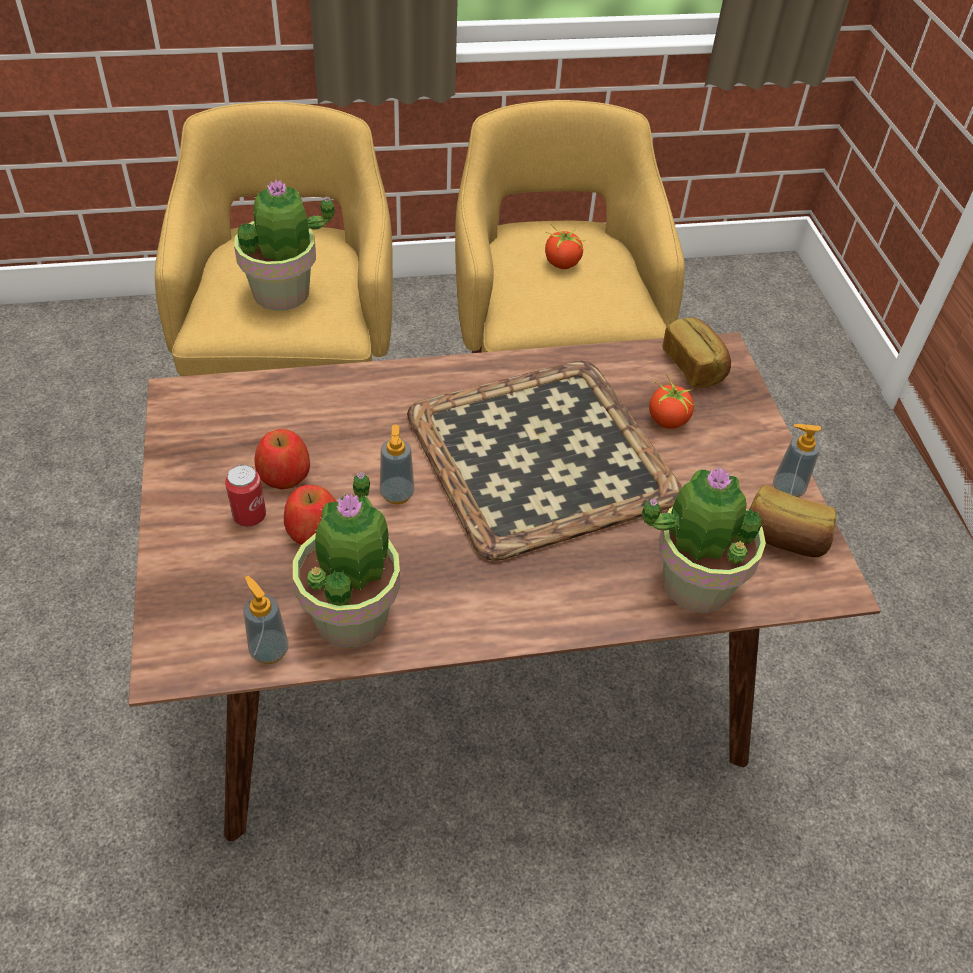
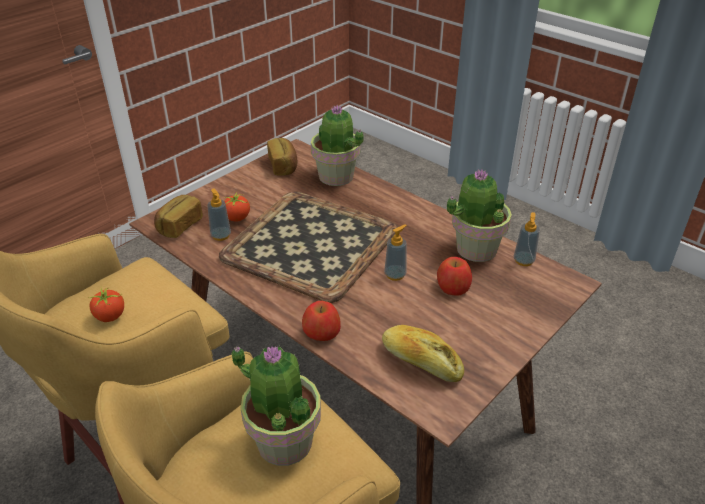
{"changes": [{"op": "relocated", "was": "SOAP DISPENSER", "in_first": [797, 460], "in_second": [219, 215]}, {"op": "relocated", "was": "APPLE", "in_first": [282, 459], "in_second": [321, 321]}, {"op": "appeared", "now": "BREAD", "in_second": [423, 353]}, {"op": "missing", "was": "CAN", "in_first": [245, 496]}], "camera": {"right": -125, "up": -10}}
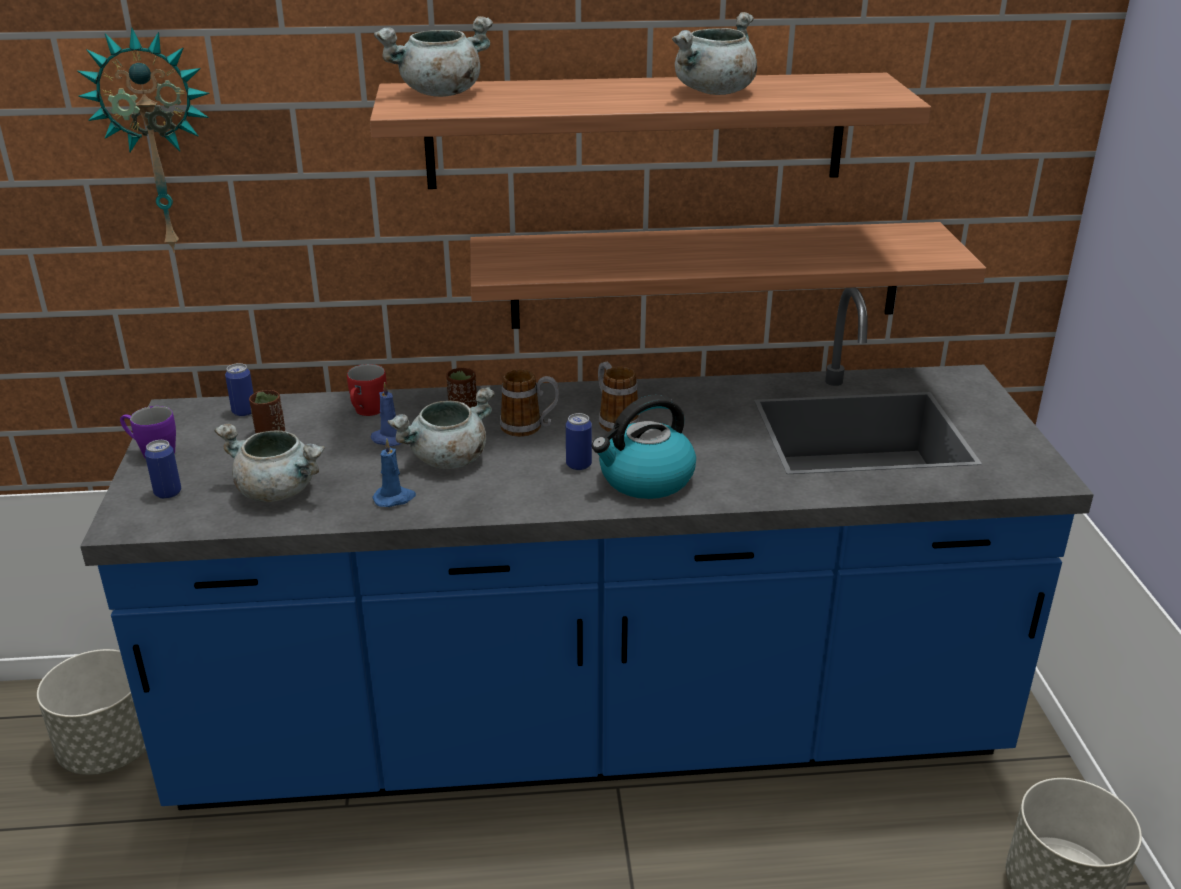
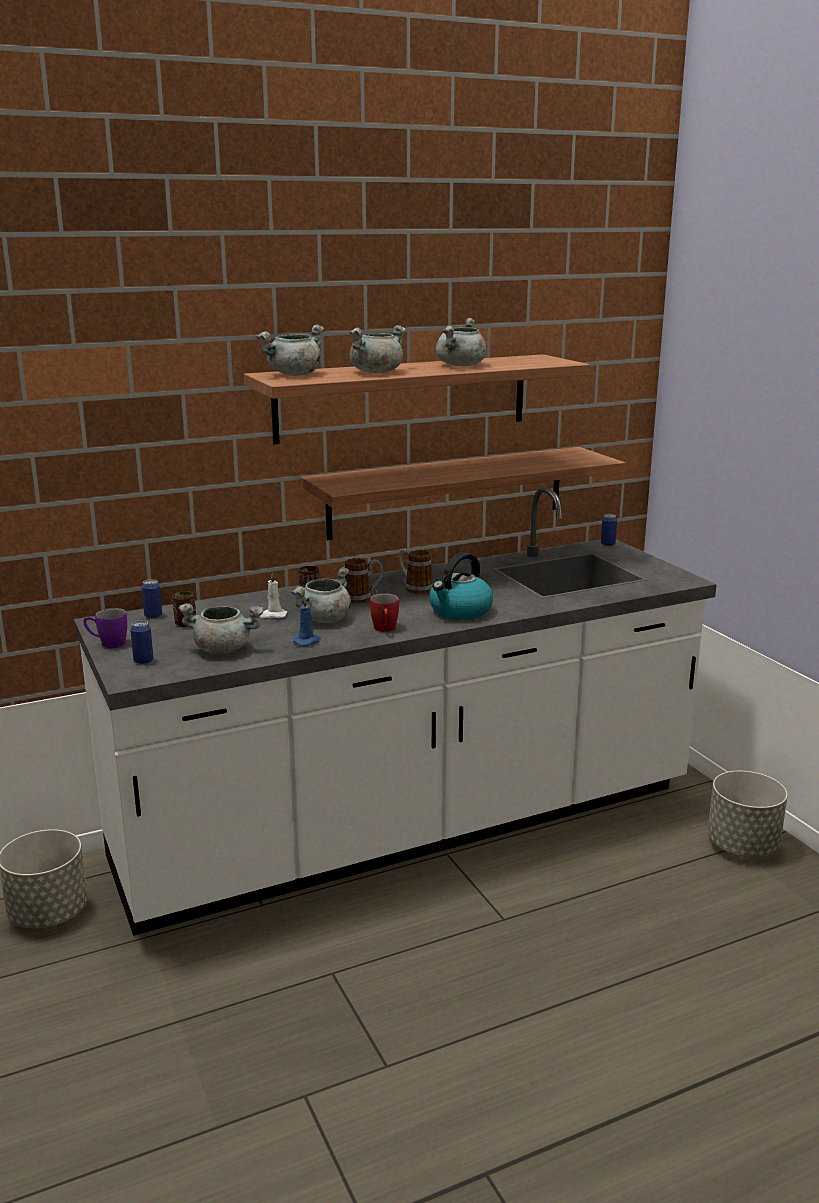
{"changes": [{"op": "colour", "was": "BLUE COUNTER", "now": "WHITE COUNTER", "in_first": [587, 548], "in_second": [395, 711]}, {"op": "colour", "was": "BLUE CANDLE", "now": "WHITE CANDLE", "in_first": [386, 414], "in_second": [273, 595]}, {"op": "appeared", "now": "GREY COOKING POT", "in_second": [378, 349]}, {"op": "relocated", "was": "RED MUG", "in_first": [367, 390], "in_second": [384, 612]}, {"op": "relocated", "was": "CAN", "in_first": [579, 442], "in_second": [609, 530]}, {"op": "missing", "was": "WALL CLOCK", "in_first": [143, 140]}], "camera": {"right": -20, "up": -10}}
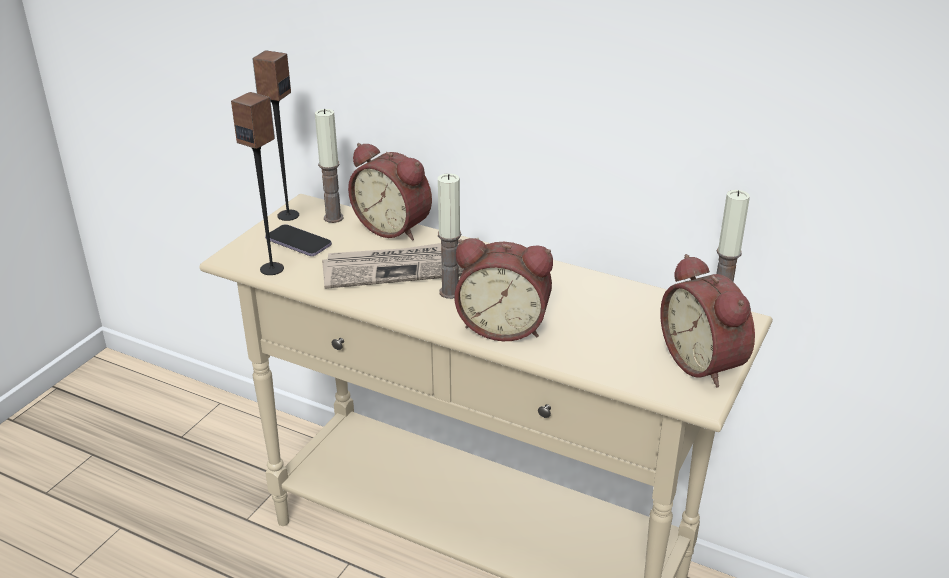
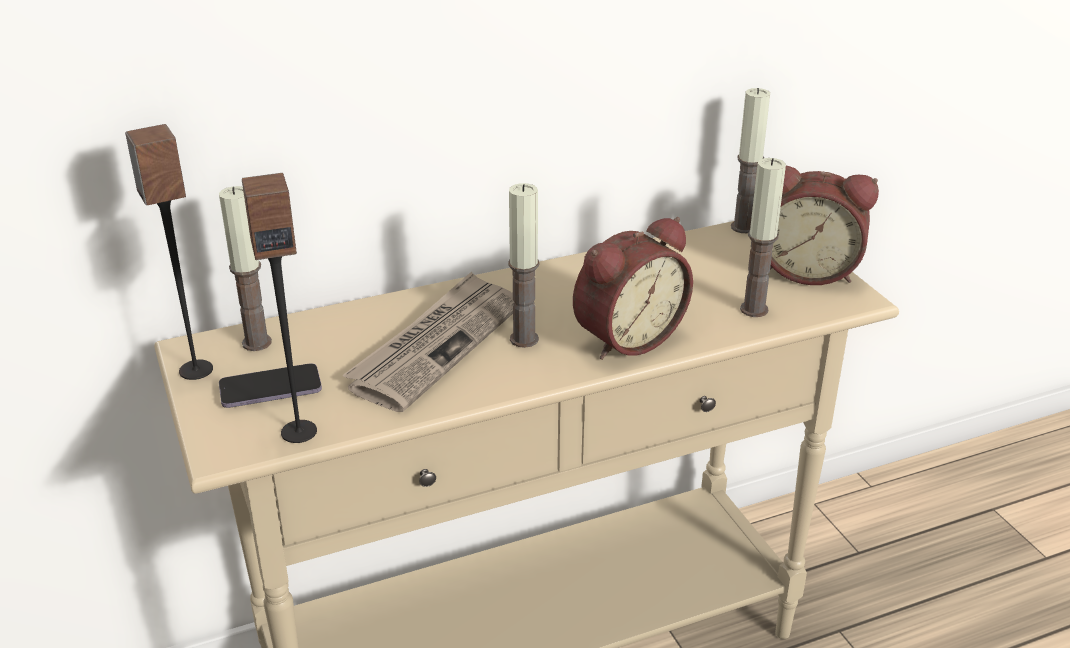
{"changes": [{"op": "appeared", "now": "CANDLE", "in_second": [763, 237]}, {"op": "missing", "was": "ALARM CLOCK", "in_first": [390, 192]}], "camera": {"right": -50, "up": 0}}
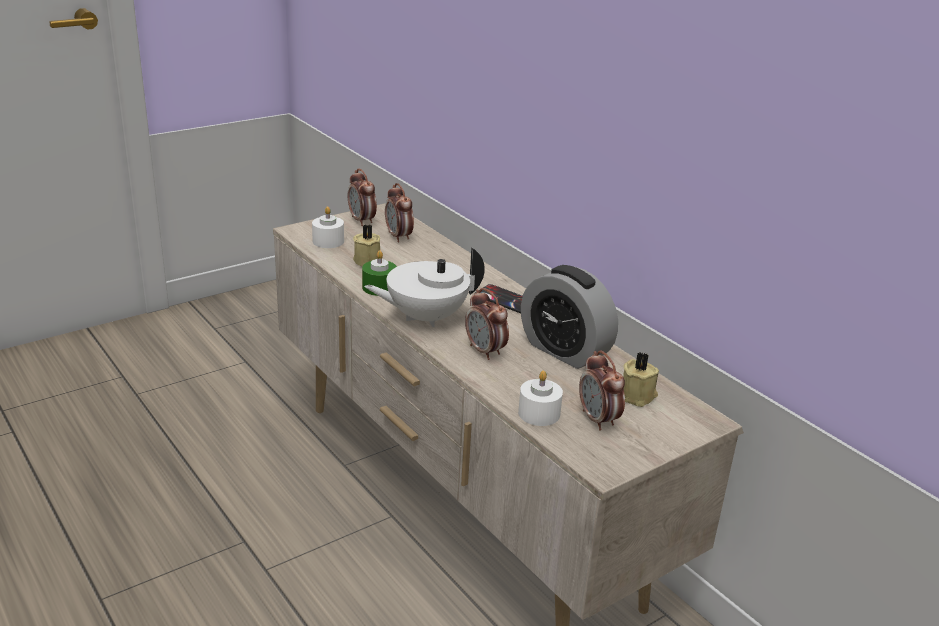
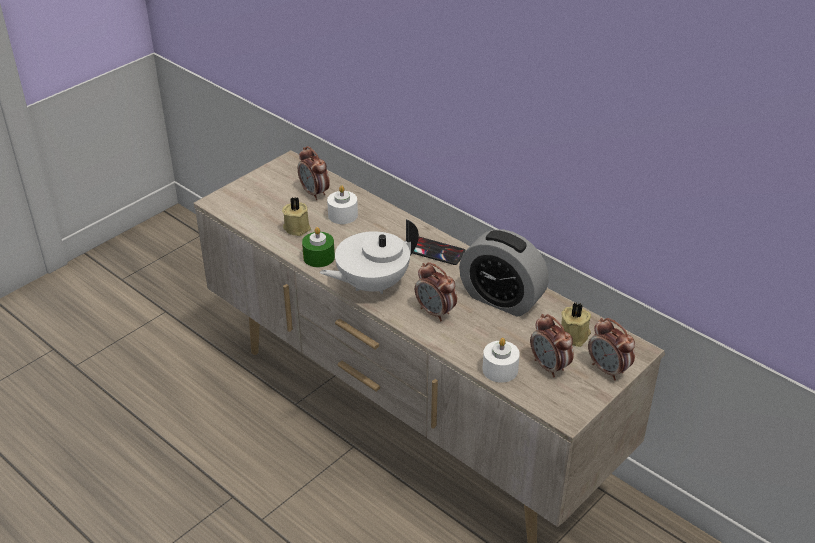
{"changes": [{"op": "relocated", "was": "WHITE CANDLE", "in_first": [328, 227], "in_second": [342, 204]}, {"op": "relocated", "was": "ALARM CLOCK", "in_first": [362, 197], "in_second": [611, 349]}], "camera": {"right": -10, "up": 10}}
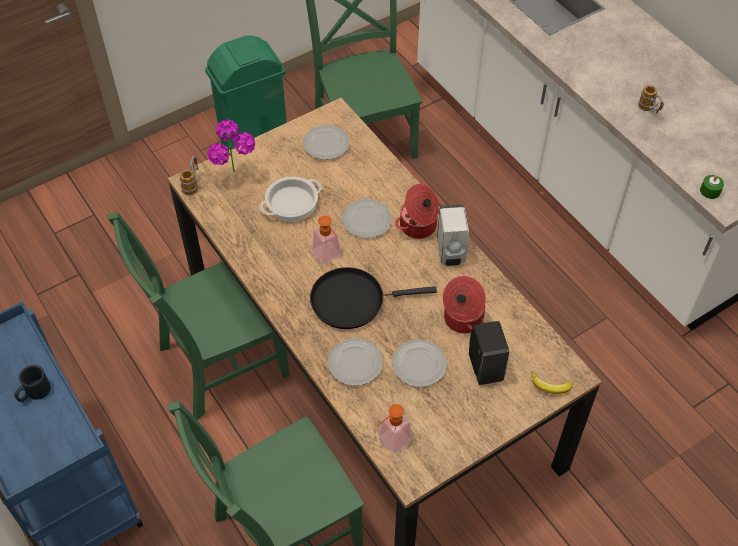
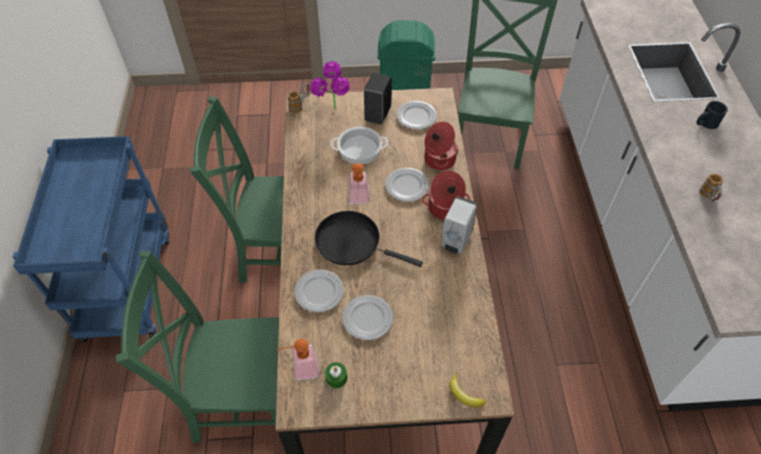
{"changes": [{"op": "relocated", "was": "GREEN CANDLE", "in_first": [712, 187], "in_second": [336, 375]}, {"op": "relocated", "was": "BLACK SOAP DISPENSER", "in_first": [489, 353], "in_second": [378, 98]}, {"op": "relocated", "was": "COOKING POT", "in_first": [464, 304], "in_second": [441, 146]}, {"op": "relocated", "was": "BLACK MUG", "in_first": [33, 383], "in_second": [712, 115]}], "camera": {"right": 30, "up": 0}}
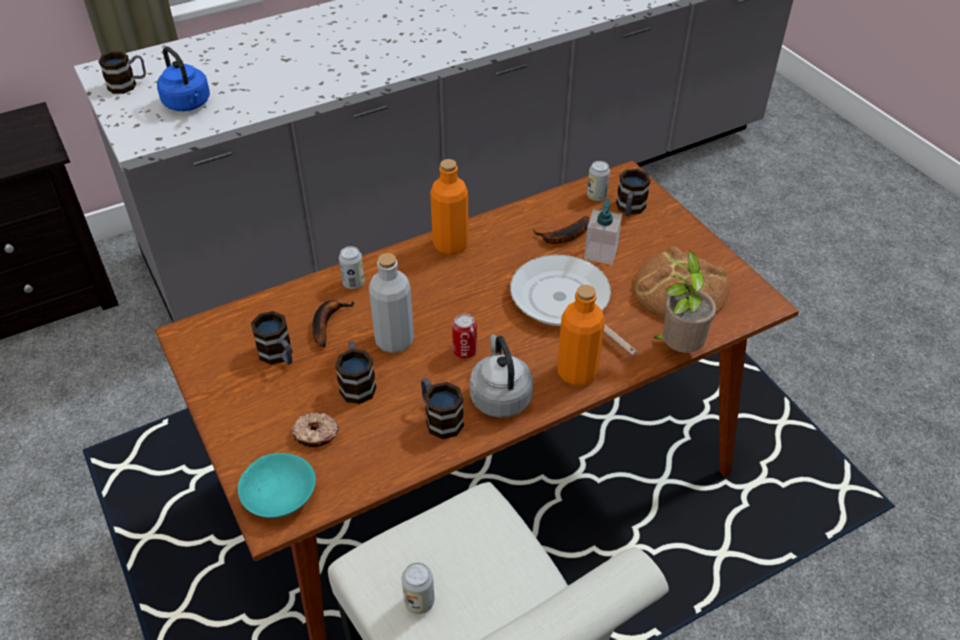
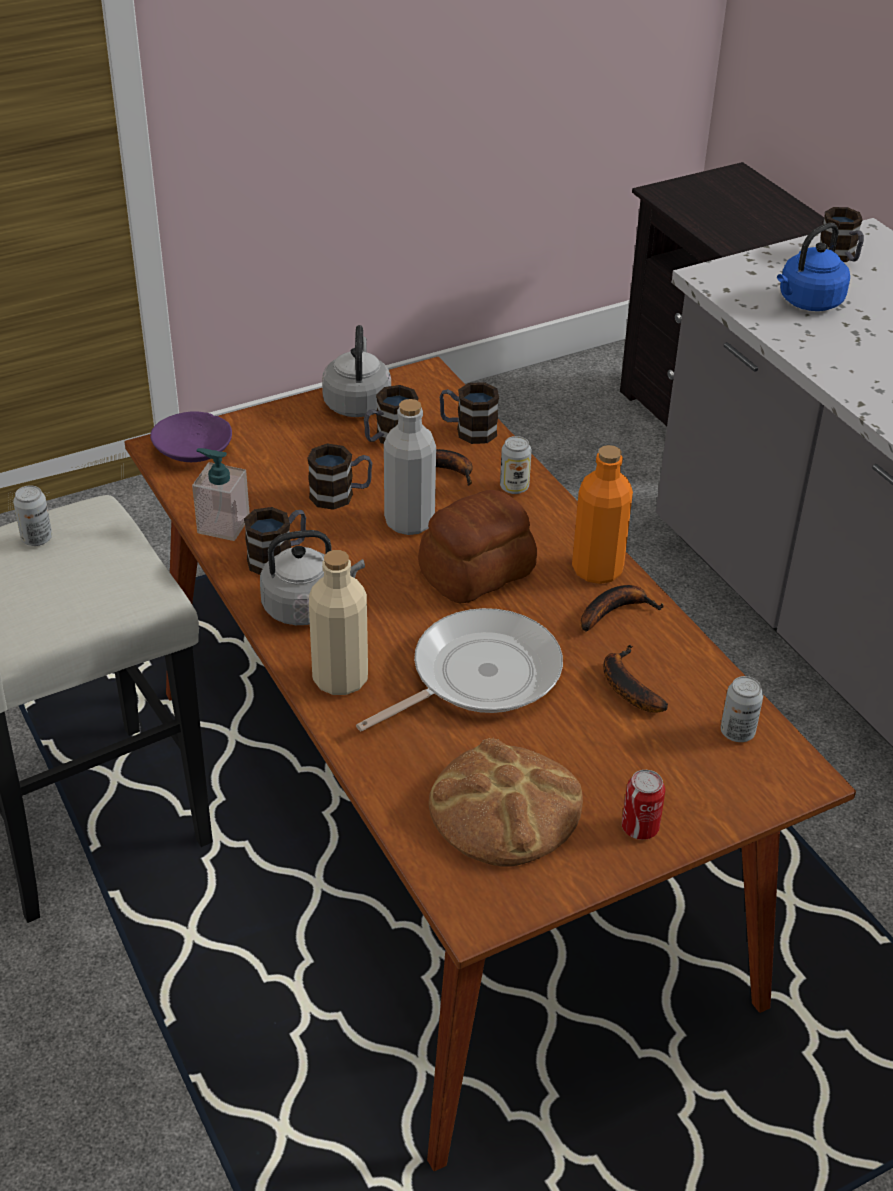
{"changes": [{"op": "colour", "was": "TURQUOISE BOWL", "now": "PURPLE BOWL", "in_first": [277, 485], "in_second": [191, 436]}, {"op": "relocated", "was": "SOAP DISPENSER", "in_first": [603, 232], "in_second": [221, 494]}, {"op": "colour", "was": "ORANGE BOTTLE", "now": "BEIGE BOTTLE", "in_first": [581, 335], "in_second": [338, 622]}, {"op": "appeared", "now": "GREY KETTLE", "in_second": [356, 371]}, {"op": "appeared", "now": "BREAD", "in_second": [477, 547]}, {"op": "relocated", "was": "MUG", "in_first": [633, 192], "in_second": [469, 413]}, {"op": "appeared", "now": "BANANA", "in_second": [622, 608]}, {"op": "relocated", "was": "CAN", "in_first": [464, 336], "in_second": [643, 805]}, {"op": "missing", "was": "DONUT", "in_first": [315, 430]}, {"op": "missing", "was": "POTTED PLANT", "in_first": [684, 301]}], "camera": {"right": 90, "up": -5}}
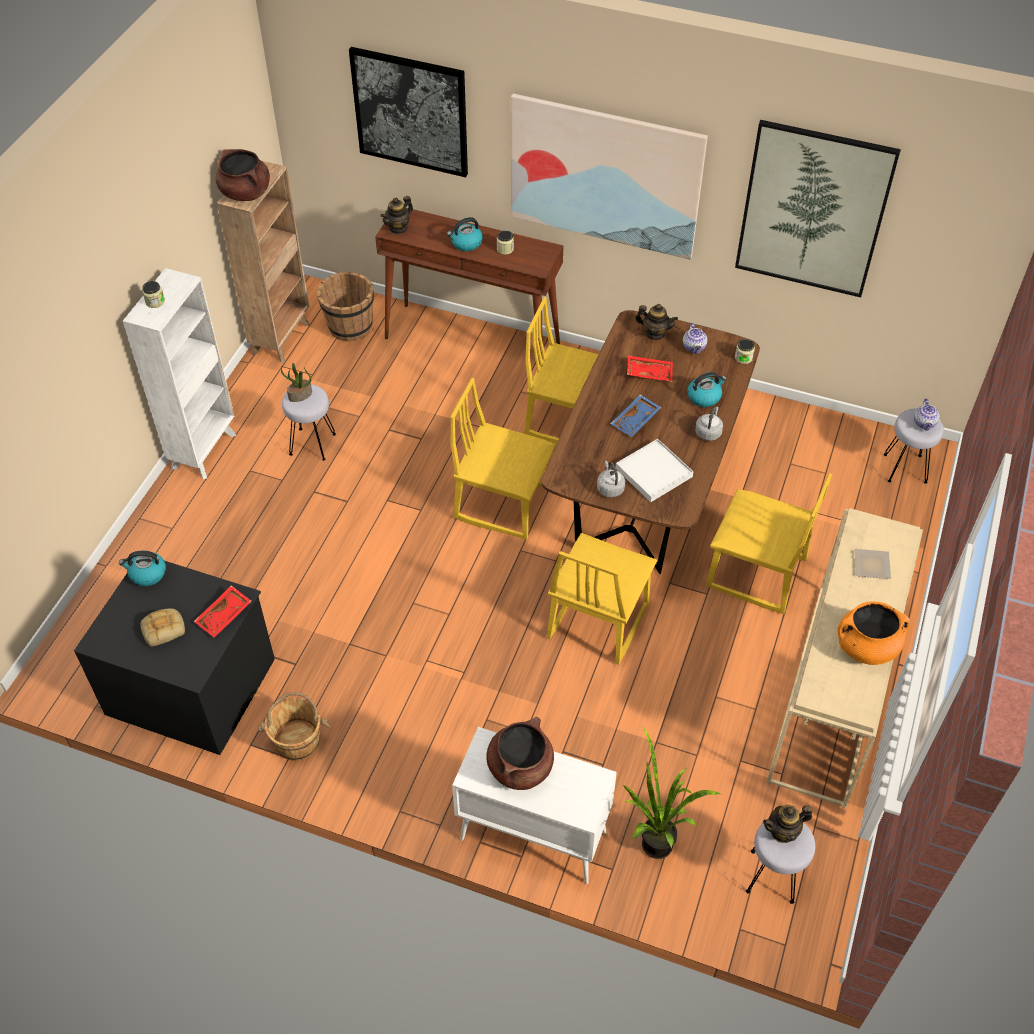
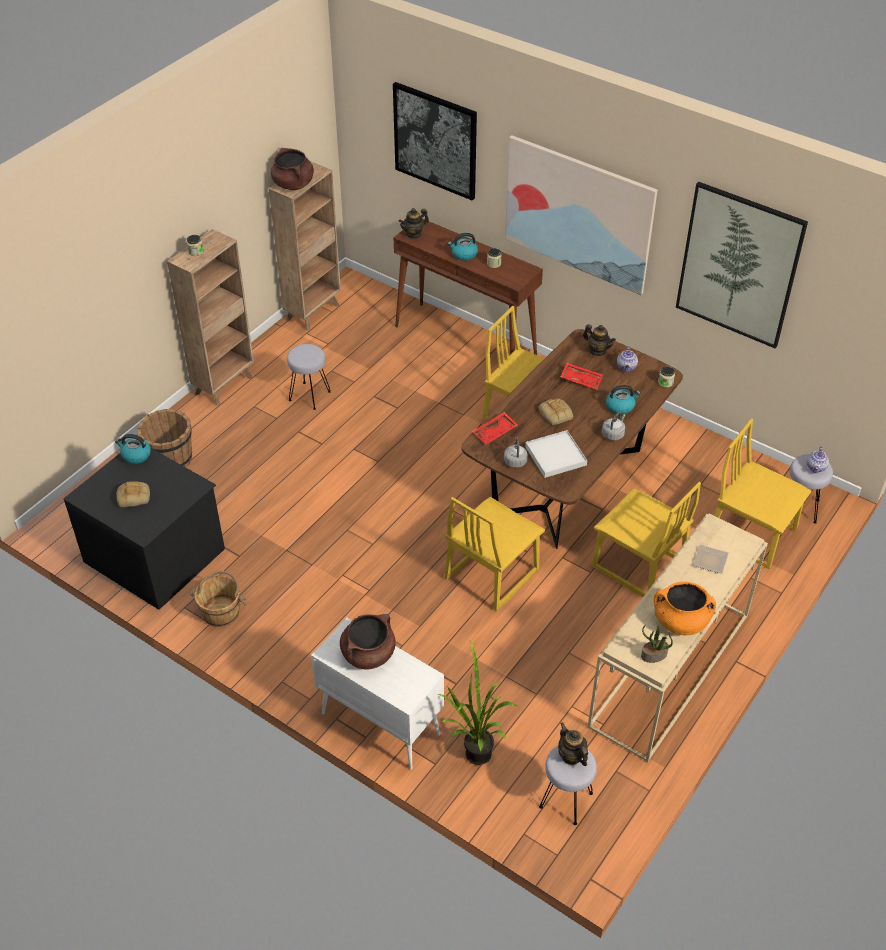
{"changes": [{"op": "relocated", "was": "BROWN BUCKET", "in_first": [345, 307], "in_second": [164, 438]}, {"op": "colour", "was": "WHITE BOOKCASE", "now": "BROWN BOOKCASE", "in_first": [179, 373], "in_second": [210, 317]}, {"op": "relocated", "was": "RED TRAY", "in_first": [222, 611], "in_second": [495, 428]}, {"op": "exchanged", "was": "BLUE TRAY", "now": "BREAD", "in_first": [636, 416], "in_second": [555, 412]}, {"op": "spun", "was": "TEAPOT", "in_first": [787, 824], "in_second": [573, 744], "clockwise": 60}, {"op": "relocated", "was": "POTTED PLANT", "in_first": [296, 382], "in_second": [657, 644]}, {"op": "relocated", "was": "YELLOW CHAIR", "in_first": [503, 459], "in_second": [763, 494]}], "camera": {"right": 15, "up": -5}}
